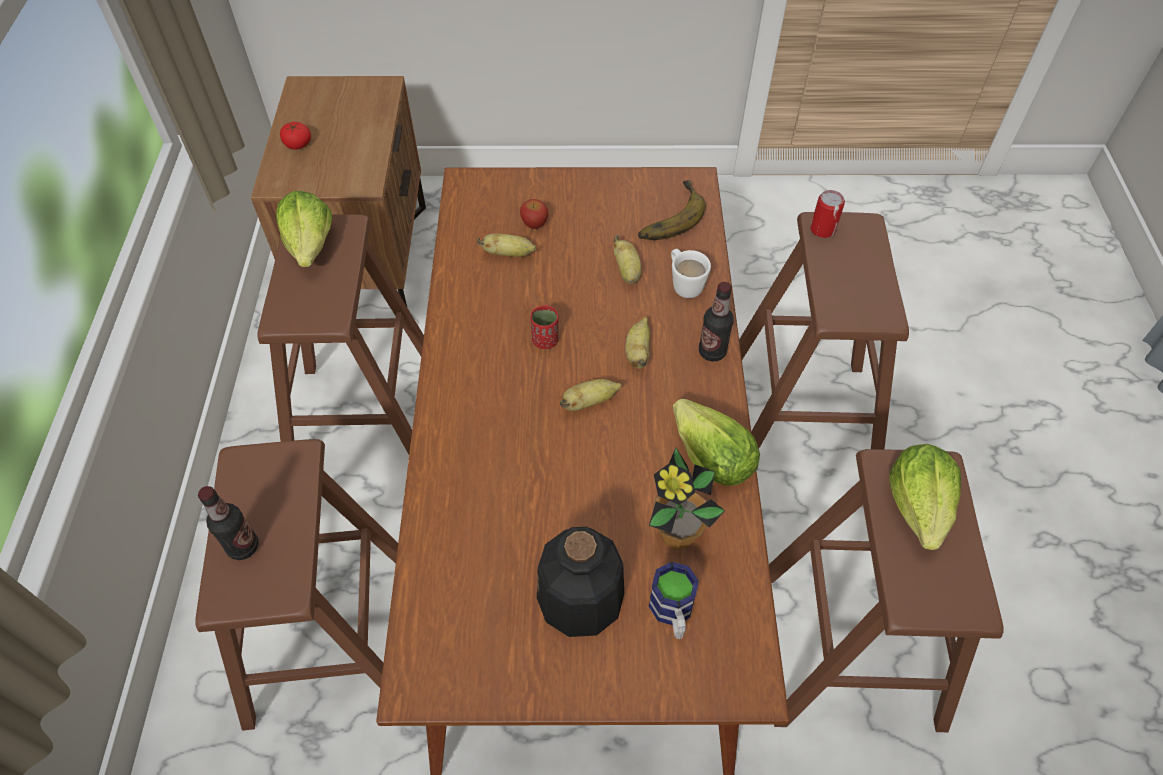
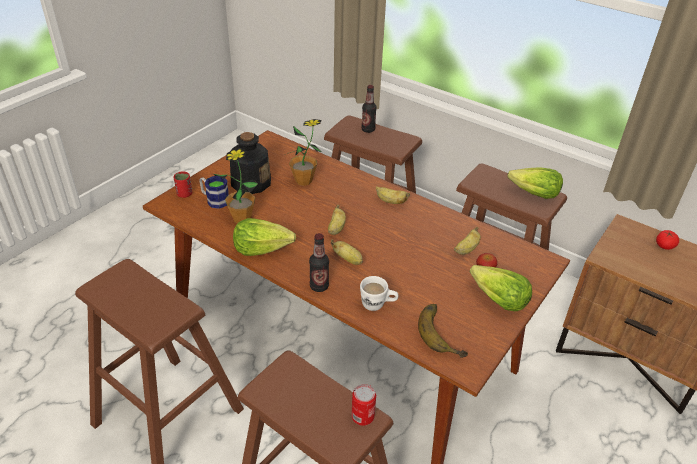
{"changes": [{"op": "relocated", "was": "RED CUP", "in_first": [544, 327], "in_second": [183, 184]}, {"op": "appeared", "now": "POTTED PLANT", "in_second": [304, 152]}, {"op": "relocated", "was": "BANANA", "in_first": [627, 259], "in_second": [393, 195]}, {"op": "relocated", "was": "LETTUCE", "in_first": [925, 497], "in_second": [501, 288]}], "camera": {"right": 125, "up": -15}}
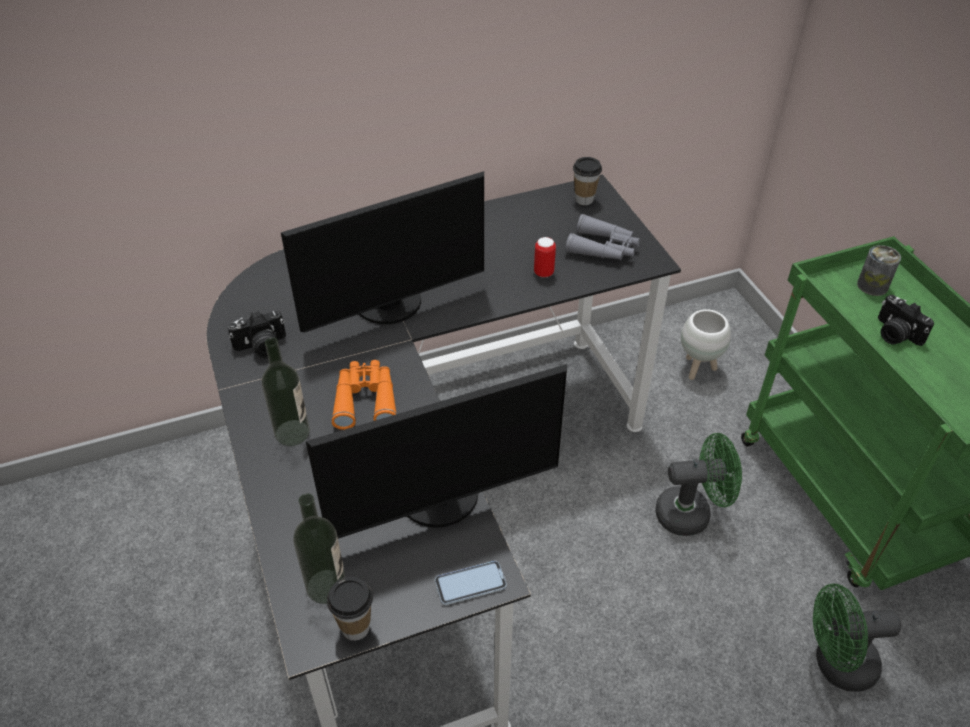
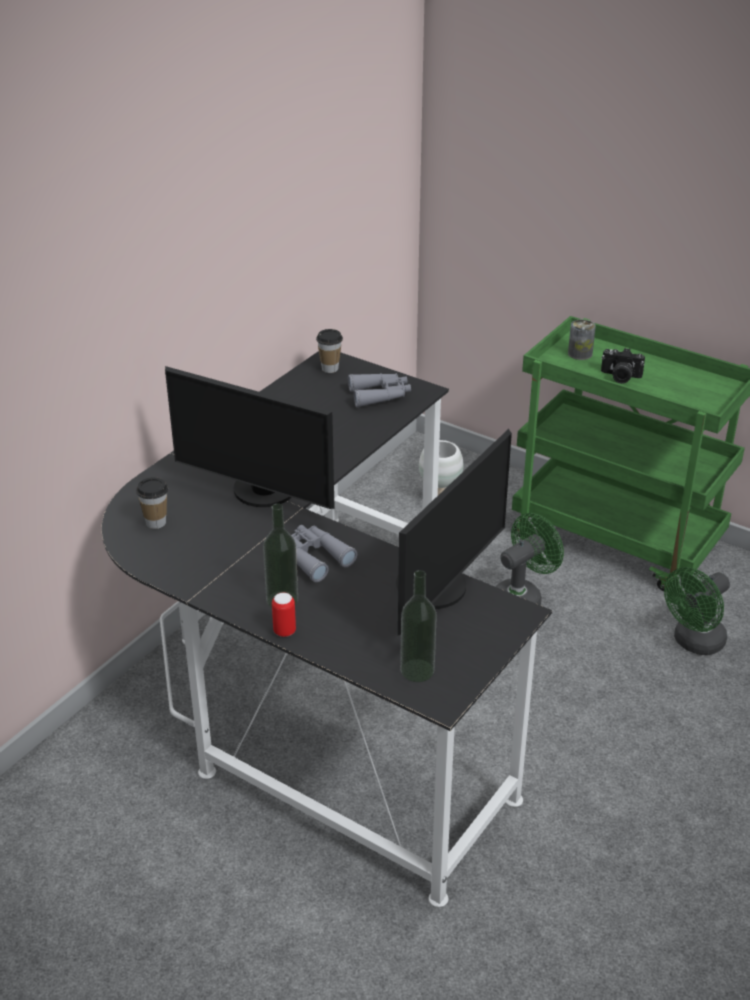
{"changes": [{"op": "relocated", "was": "CUP", "in_first": [350, 609], "in_second": [152, 503]}, {"op": "spun", "was": "MONITOR", "in_first": [382, 251], "in_second": [250, 437], "clockwise": 90}, {"op": "relocated", "was": "CAN", "in_first": [545, 257], "in_second": [284, 614]}, {"op": "colour", "was": "ORANGE BINOCULARS", "now": "GREY BINOCULARS", "in_first": [364, 395], "in_second": [324, 553]}, {"op": "missing", "was": "PHOTO CAMERA", "in_first": [256, 334]}, {"op": "missing", "was": "PHONE", "in_first": [471, 583]}], "camera": {"right": -35, "up": -10}}
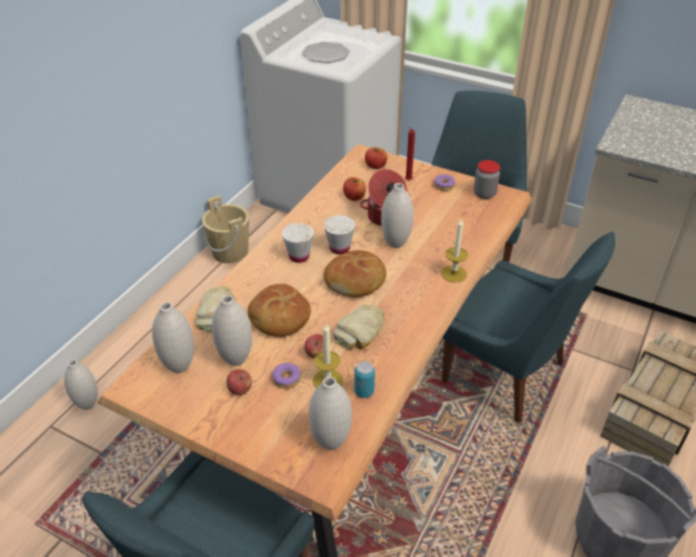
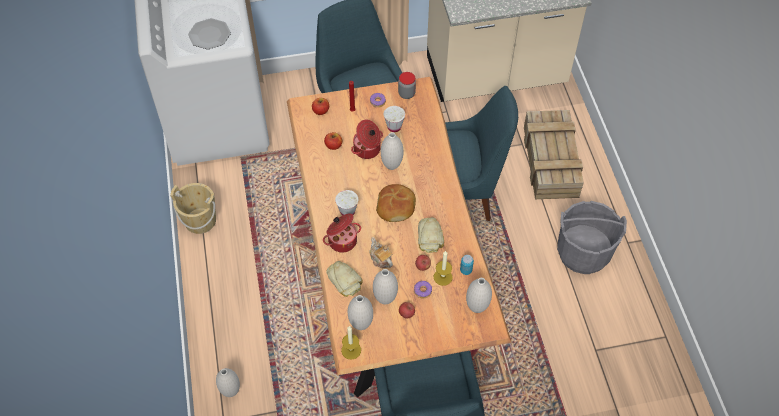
{"changes": [{"op": "appeared", "now": "COOKING POT", "in_second": [342, 232]}, {"op": "relocated", "was": "CANDLE", "in_first": [454, 250], "in_second": [351, 342]}, {"op": "exchanged", "was": "BREAD", "now": "TEAPOT", "in_first": [279, 310], "in_second": [381, 252]}, {"op": "relocated", "was": "WHITE CUP", "in_first": [339, 234], "in_second": [394, 119]}], "camera": {"right": -40, "up": 15}}
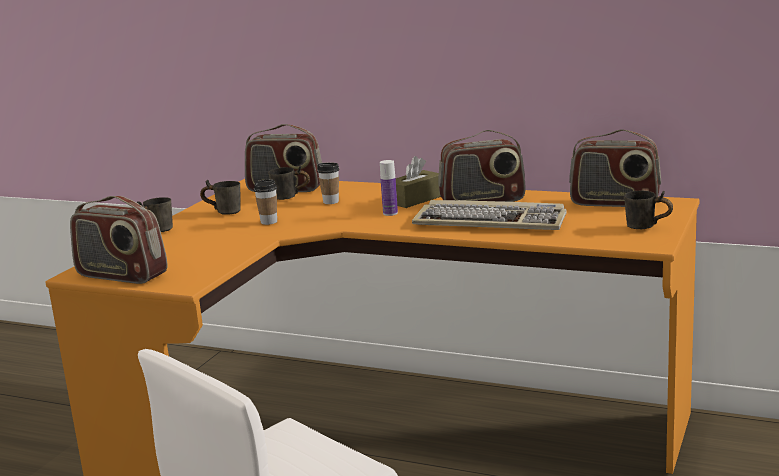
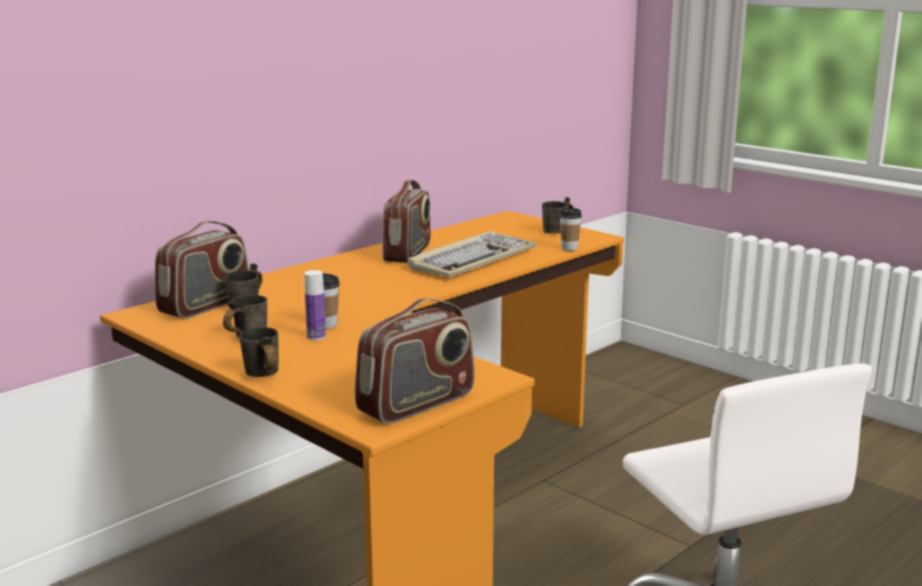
{"changes": [{"op": "relocated", "was": "BOTTLE", "in_first": [389, 188], "in_second": [315, 305]}, {"op": "relocated", "was": "CUP", "in_first": [328, 183], "in_second": [570, 229]}, {"op": "missing", "was": "BROWN TISSUE BOX", "in_first": [418, 182]}, {"op": "missing", "was": "RADIO", "in_first": [615, 168]}], "camera": {"right": -70, "up": 0}}
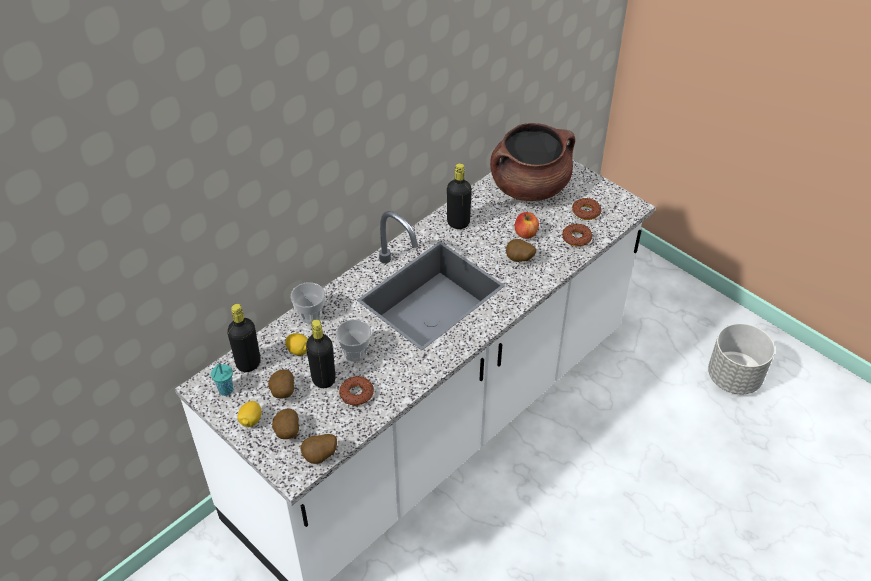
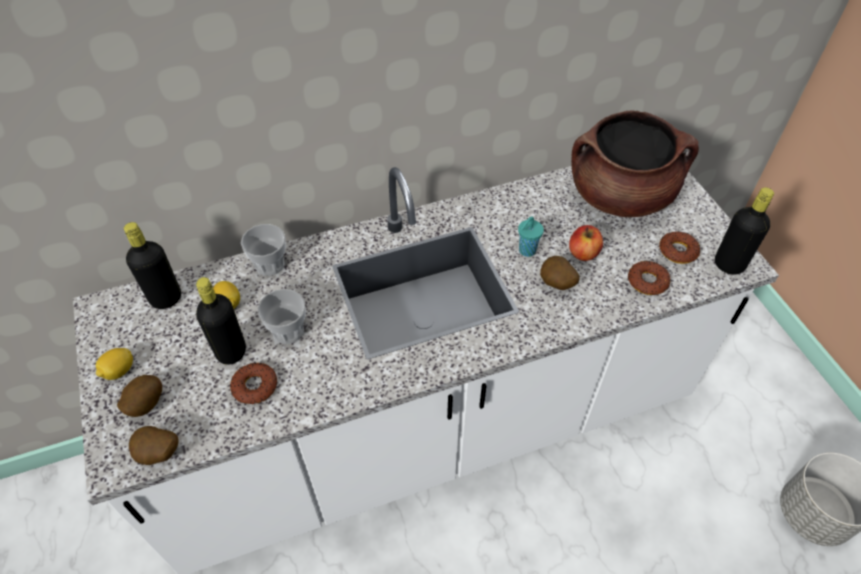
{"changes": [{"op": "relocated", "was": "TURQUOISE CUP", "in_first": [222, 380], "in_second": [531, 236]}, {"op": "relocated", "was": "BLACK BOTTLE", "in_first": [459, 196], "in_second": [744, 231]}, {"op": "missing", "was": "POTATO", "in_first": [281, 384]}], "camera": {"right": 25, "up": 5}}
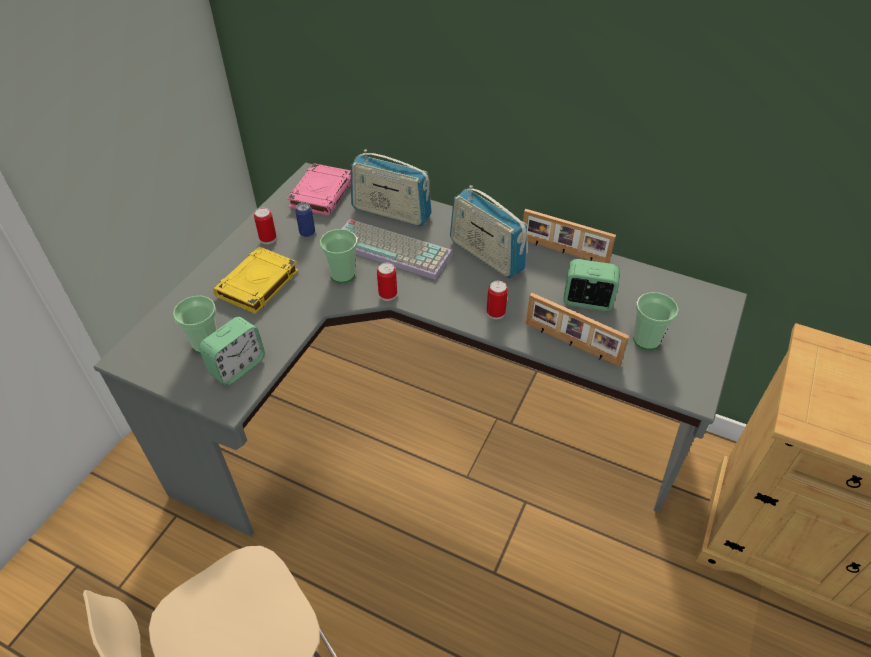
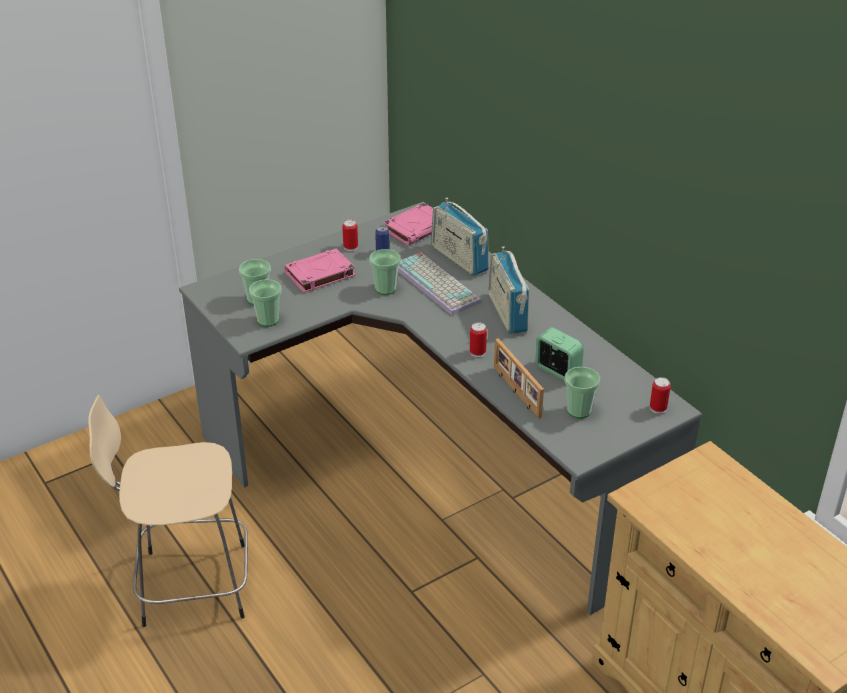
{"changes": [{"op": "exchanged", "was": "ALARM CLOCK", "now": "CUP", "in_first": [232, 351], "in_second": [265, 303]}, {"op": "colour", "was": "YELLOW BOOK", "now": "PINK BOOK", "in_first": [256, 280], "in_second": [320, 270]}, {"op": "relocated", "was": "CAN", "in_first": [387, 282], "in_second": [660, 395]}, {"op": "missing", "was": "PICTURE FRAME", "in_first": [569, 236]}], "camera": {"right": 30, "up": -10}}
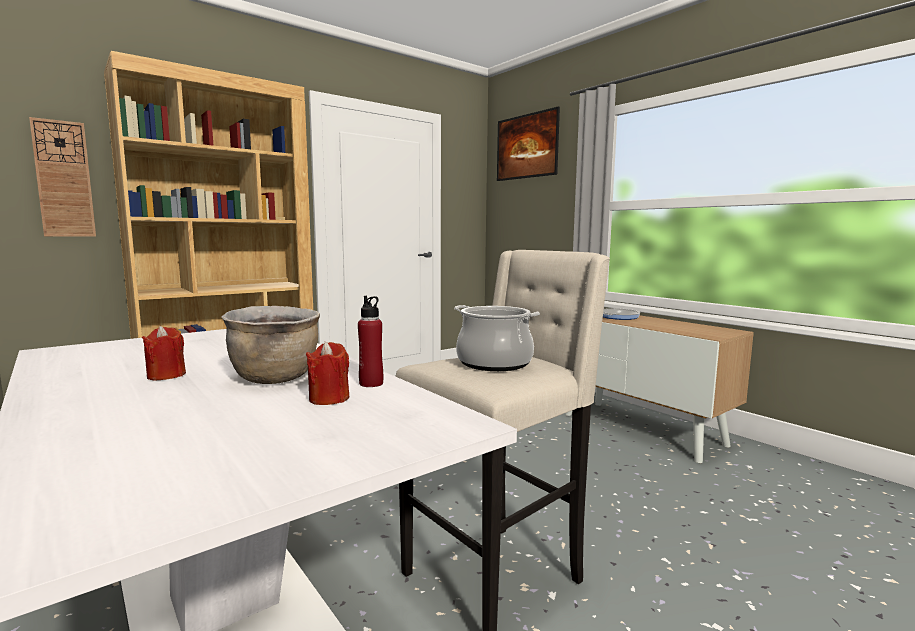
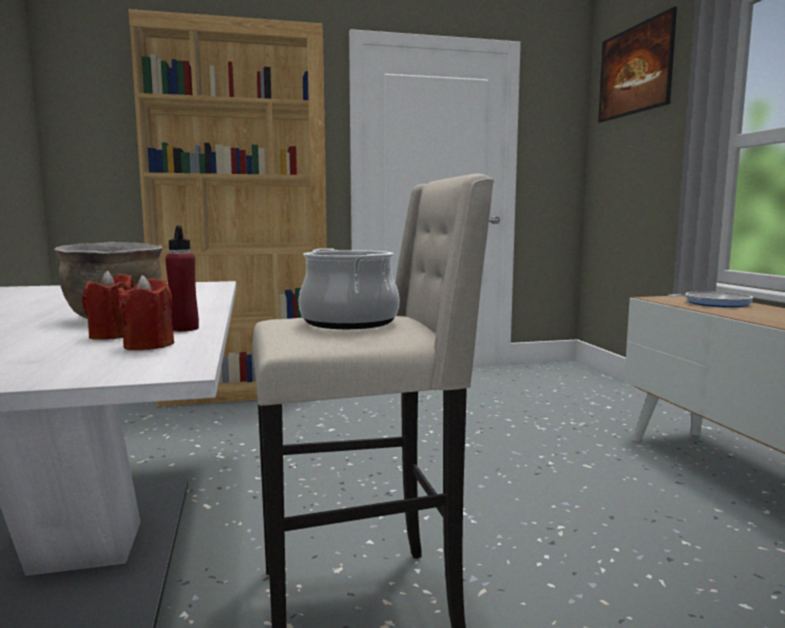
{"changes": [{"op": "relocated", "was": "RED CANDLE", "in_first": [164, 353], "in_second": [146, 312]}, {"op": "missing", "was": "WALL CLOCK", "in_first": [62, 177]}], "camera": {"right": 25, "up": 0}}
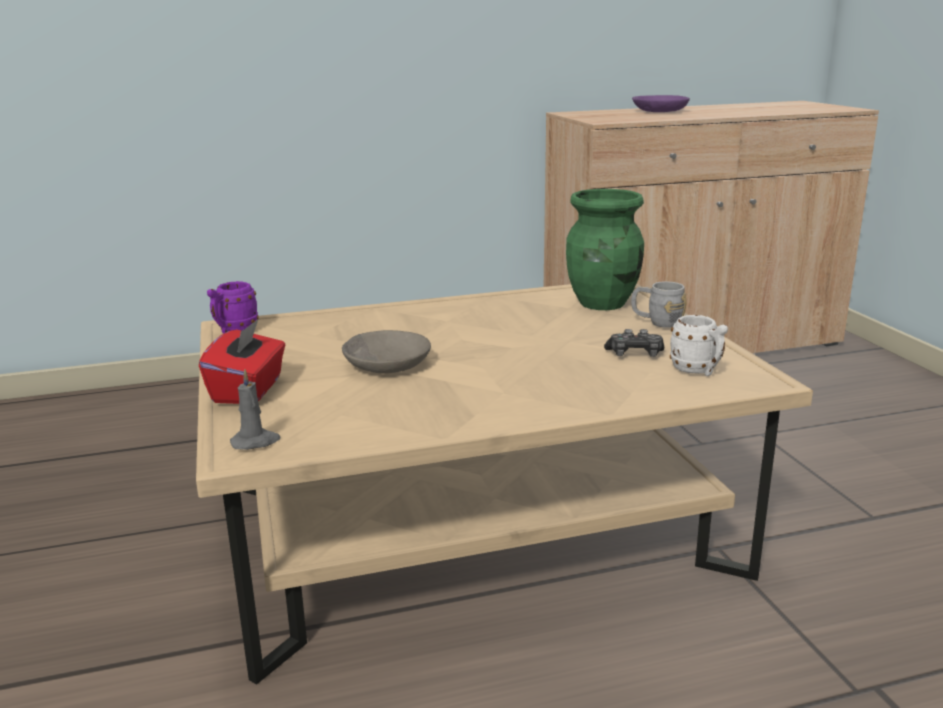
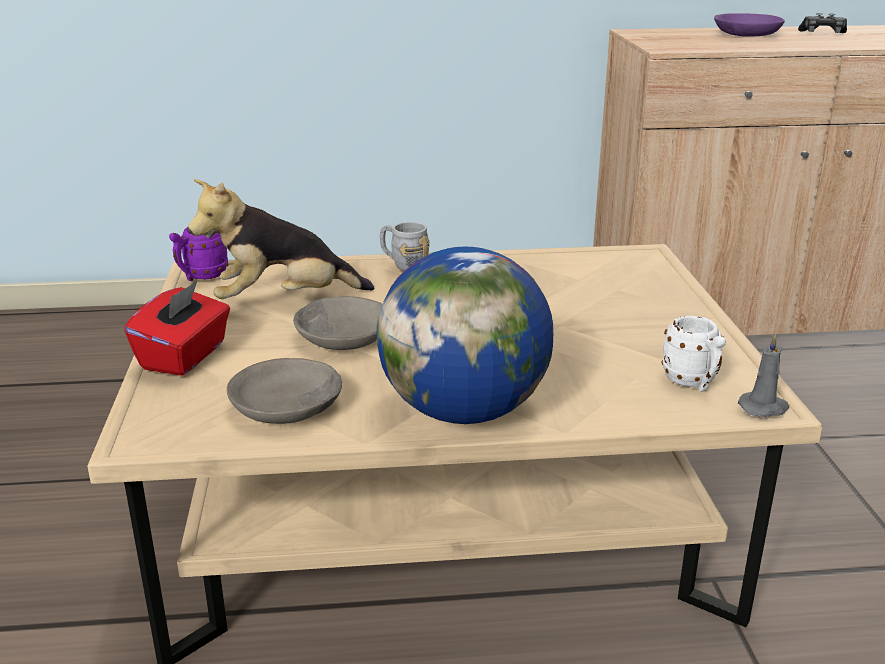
{"changes": [{"op": "appeared", "now": "PLUSH TOY", "in_second": [281, 239]}, {"op": "appeared", "now": "GREY BOWL", "in_second": [284, 391]}, {"op": "appeared", "now": "GLOBE", "in_second": [464, 335]}, {"op": "relocated", "was": "GREY MUG", "in_first": [658, 304], "in_second": [405, 246]}, {"op": "relocated", "was": "GREY CANDLE", "in_first": [255, 409], "in_second": [763, 375]}, {"op": "relocated", "was": "GAME CONTROLLER", "in_first": [634, 343], "in_second": [822, 23]}, {"op": "missing", "was": "GREEN VASE", "in_first": [605, 249]}], "camera": {"right": 10, "up": 5}}
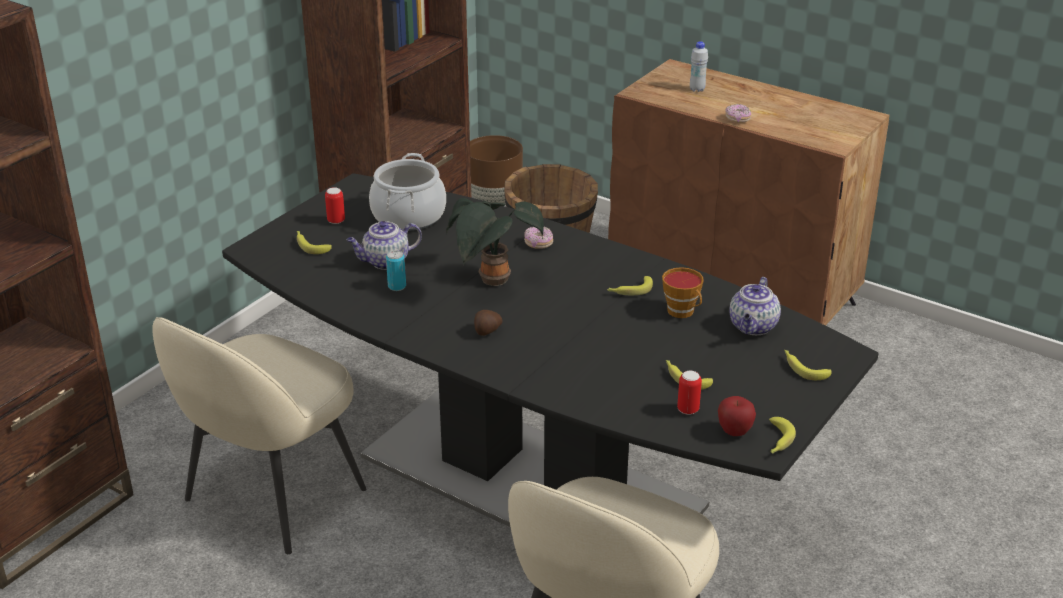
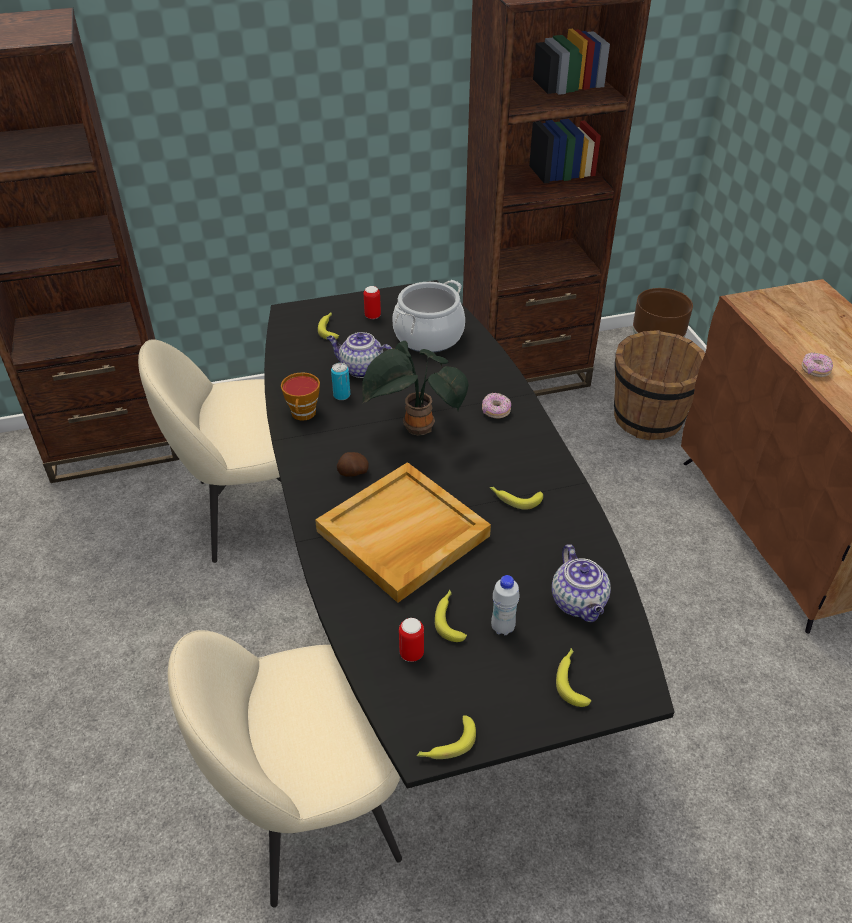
{"changes": [{"op": "relocated", "was": "CUP", "in_first": [683, 292], "in_second": [300, 396]}, {"op": "appeared", "now": "BEIGE TRAY", "in_second": [403, 532]}, {"op": "relocated", "was": "WHITE BOTTLE", "in_first": [699, 66], "in_second": [505, 605]}, {"op": "spun", "was": "TEAPOT", "in_first": [755, 306], "in_second": [581, 583], "clockwise": -75}, {"op": "missing", "was": "APPLE", "in_first": [737, 416]}], "camera": {"right": 40, "up": 10}}
